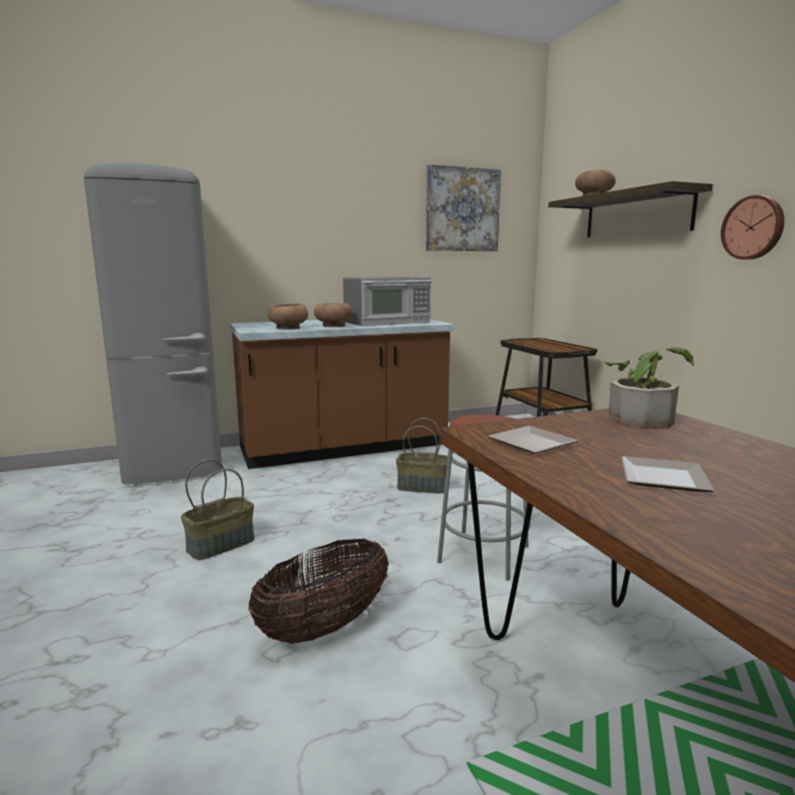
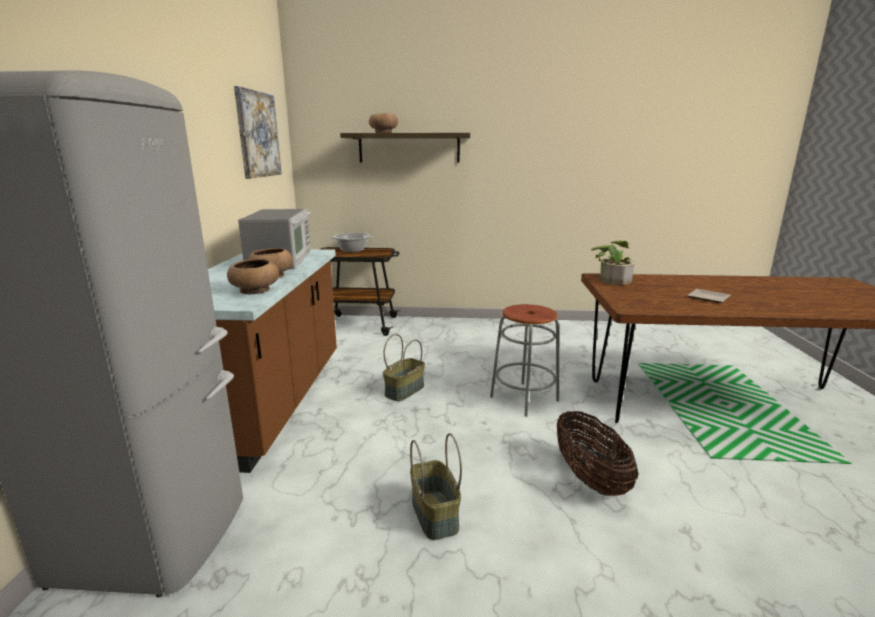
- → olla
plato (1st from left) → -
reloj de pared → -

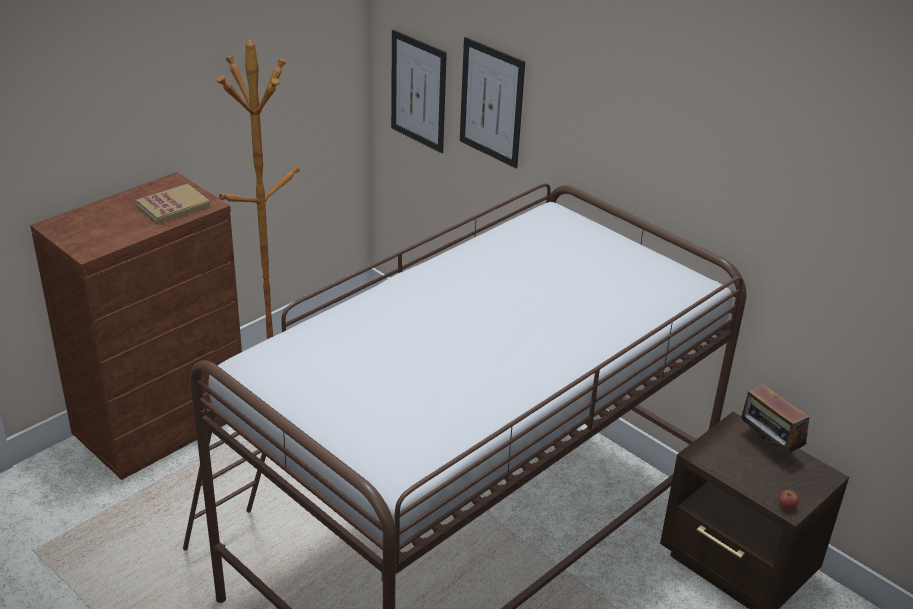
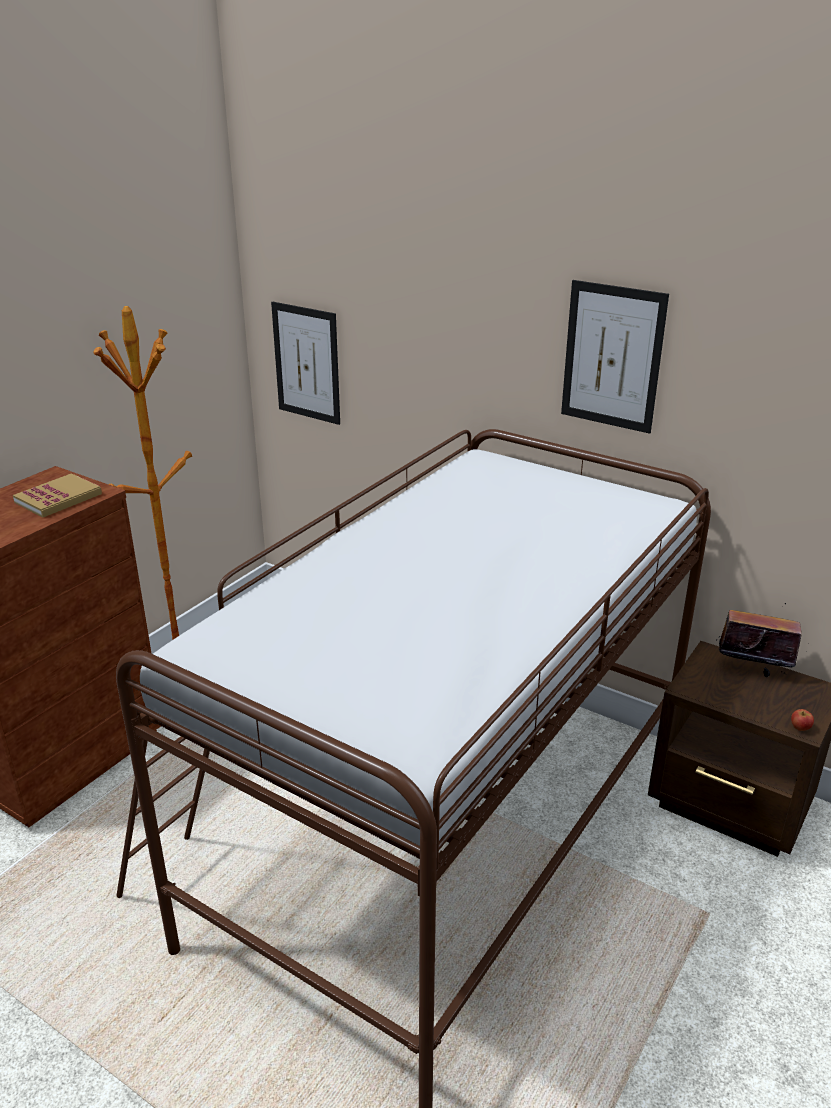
cuadro (2nd from left), move
radio, 150 degrees clockwise

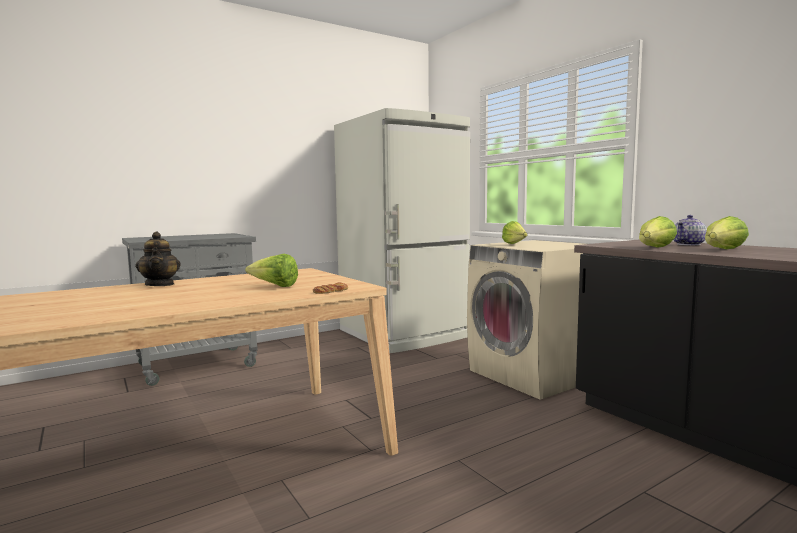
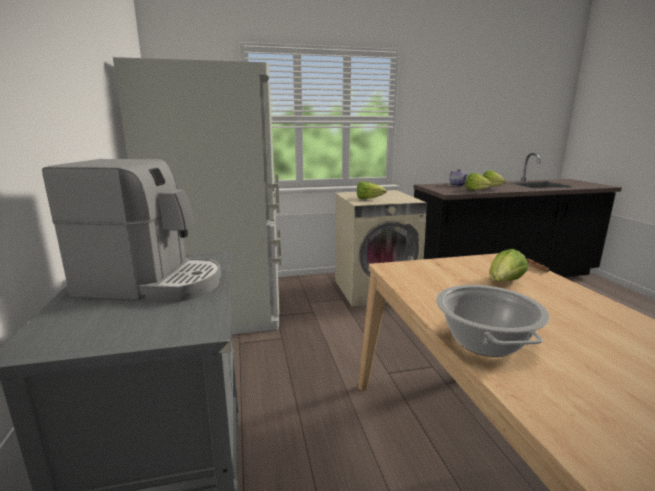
- → cafetera
tetera (1st from left) → olla

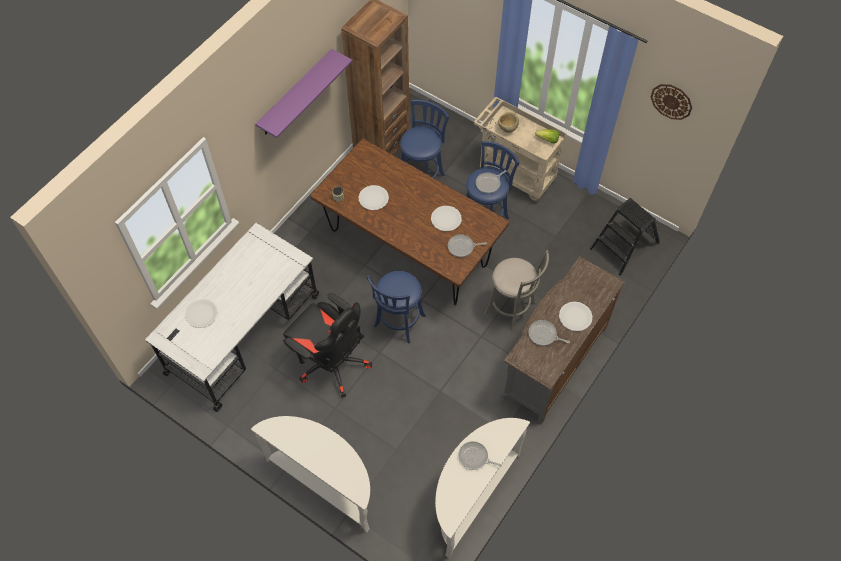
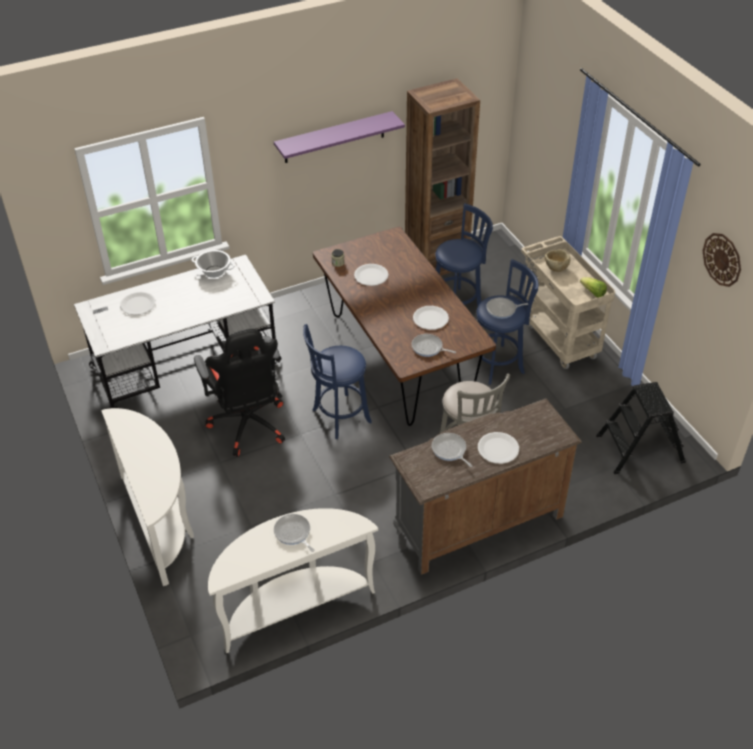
- → olla

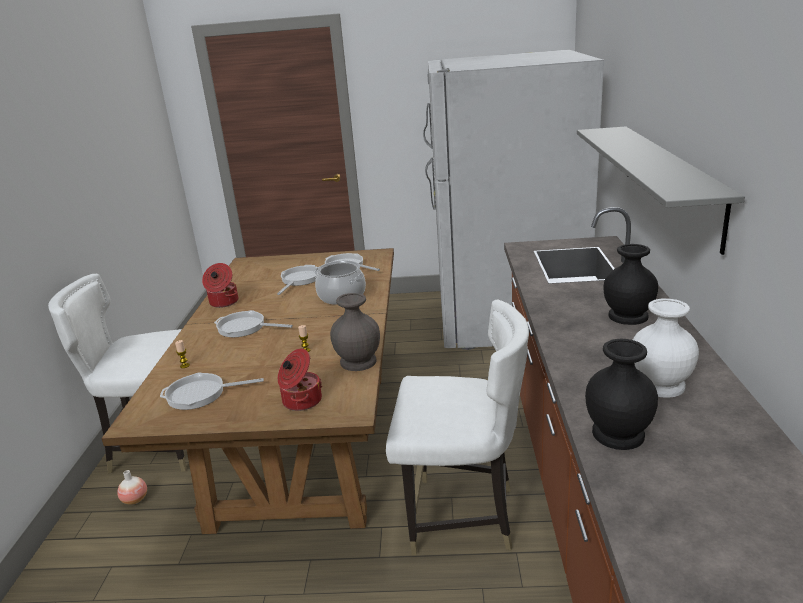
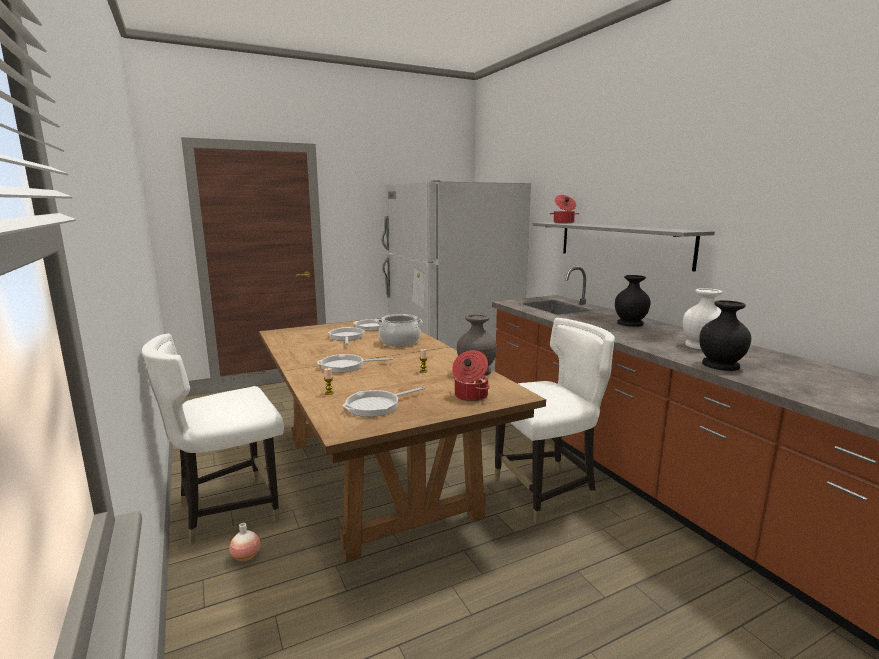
olla (1st from left in the first image) → olla (3rd from left), move

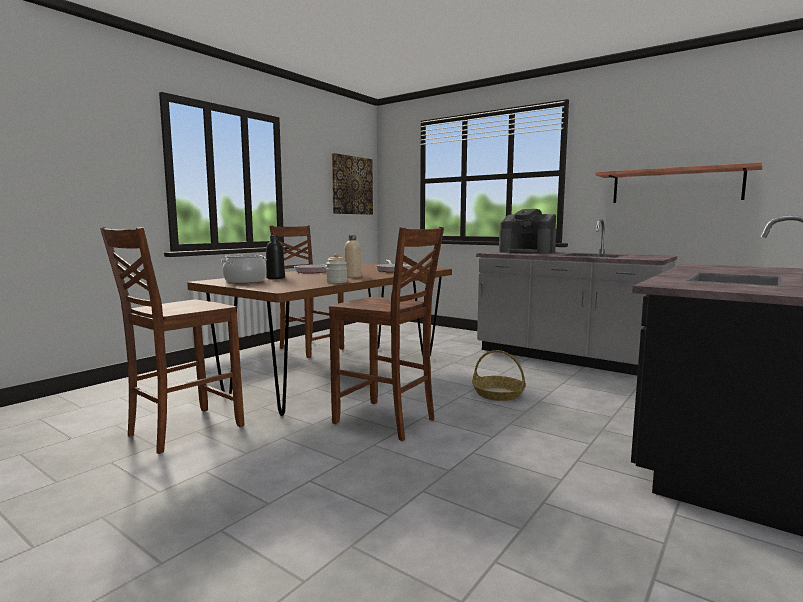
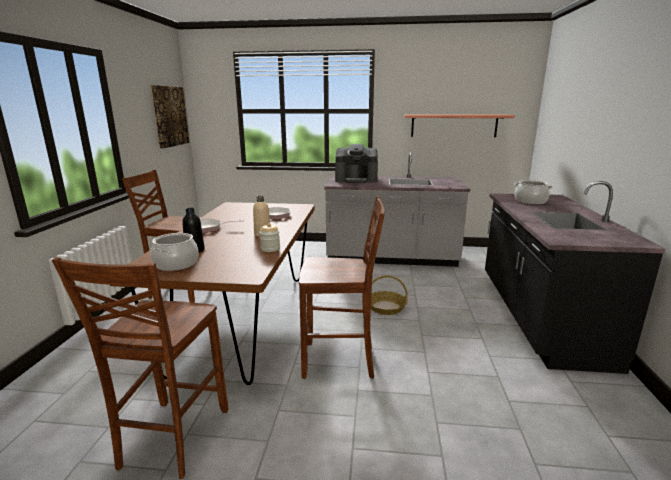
- → olla (2nd from left)

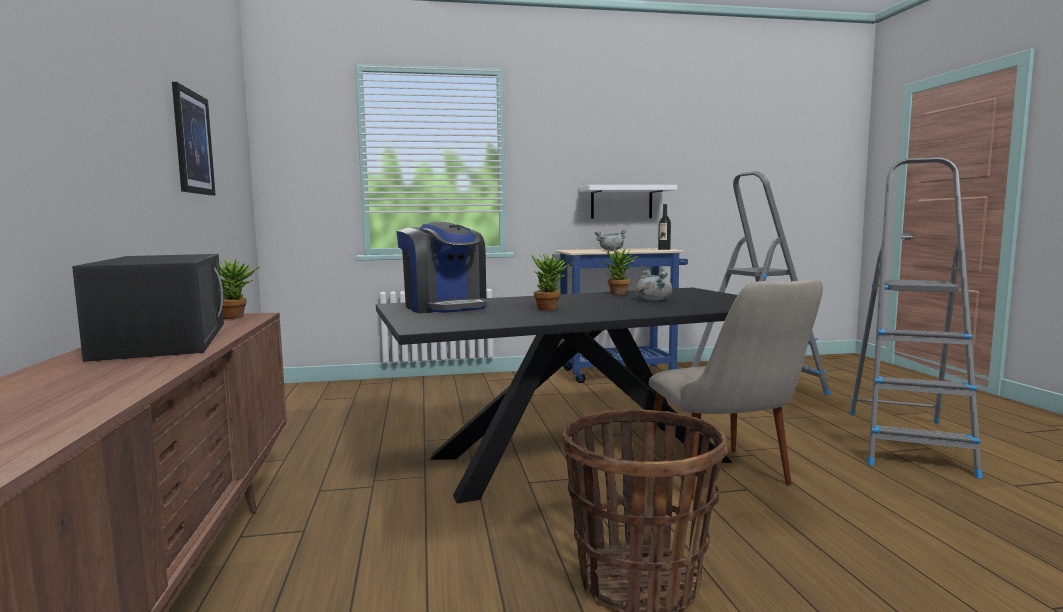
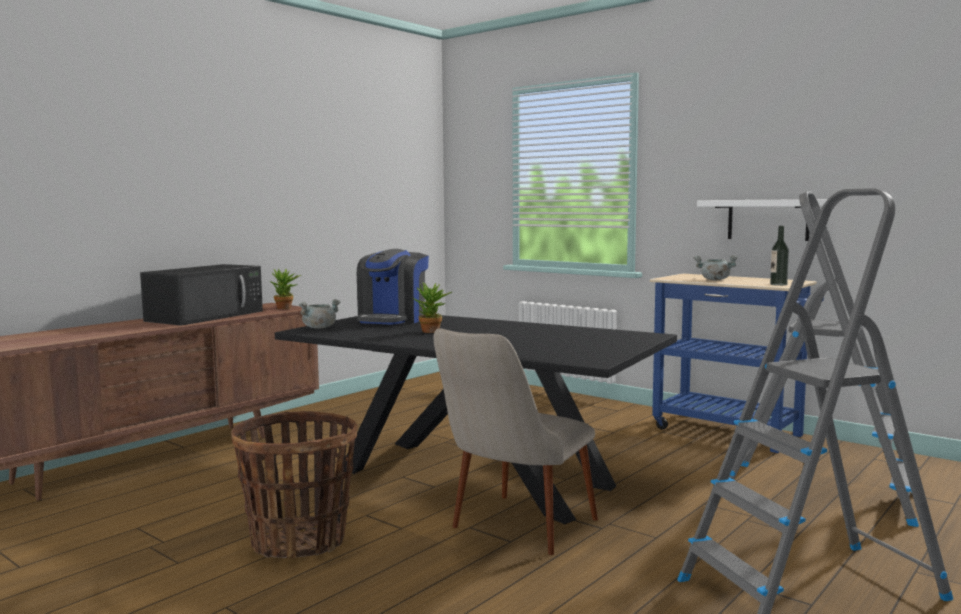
olla [gris] (2nd from left in the first image) → olla [gris] (1st from left), move
cuadro → -
planta en maceta (3rd from left) → -

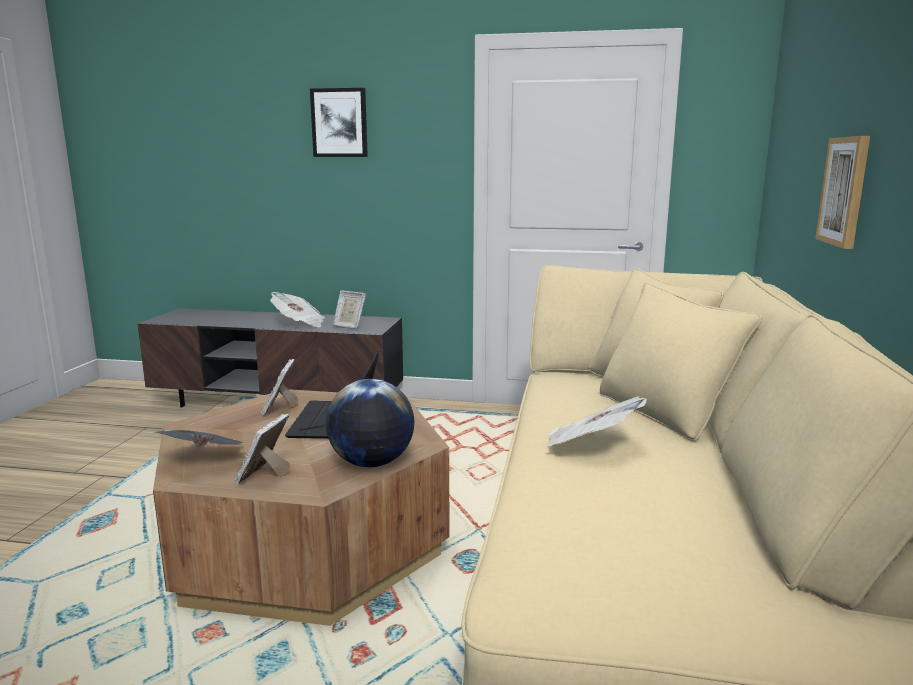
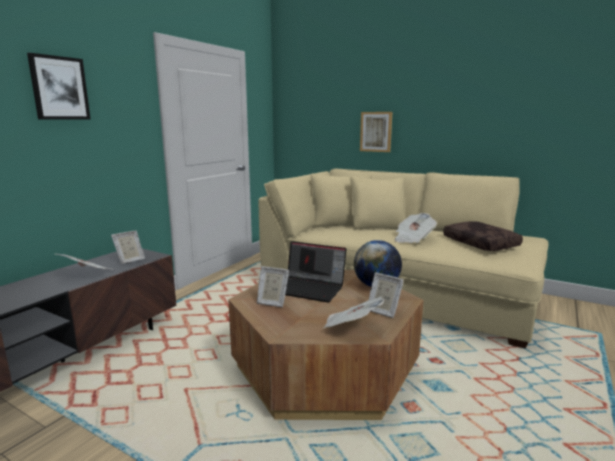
- → cojín [marrón]

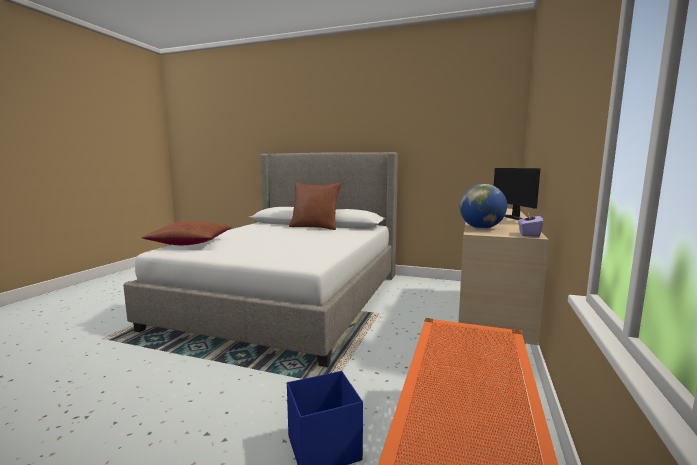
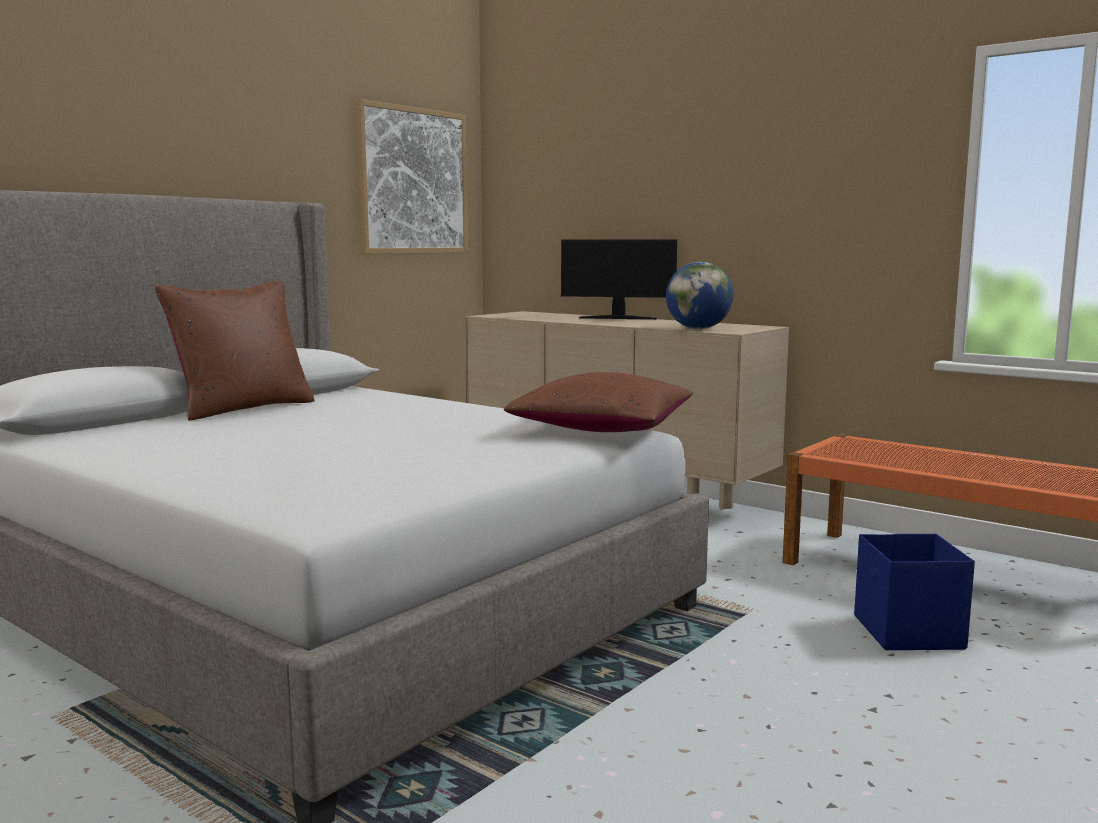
- → cuadro
cojín [marrón] (1st from left in the first image) → cojín [marrón] (2nd from left), move
caja de pañuelos [morado] → -

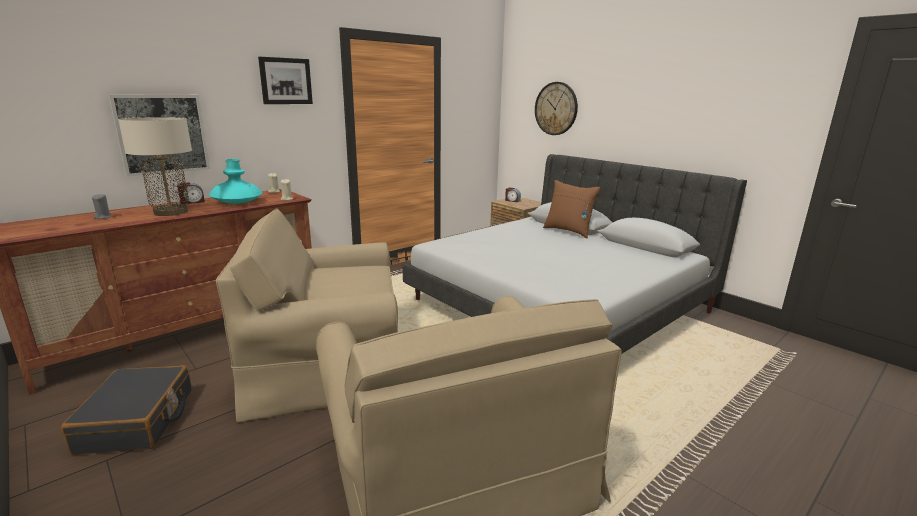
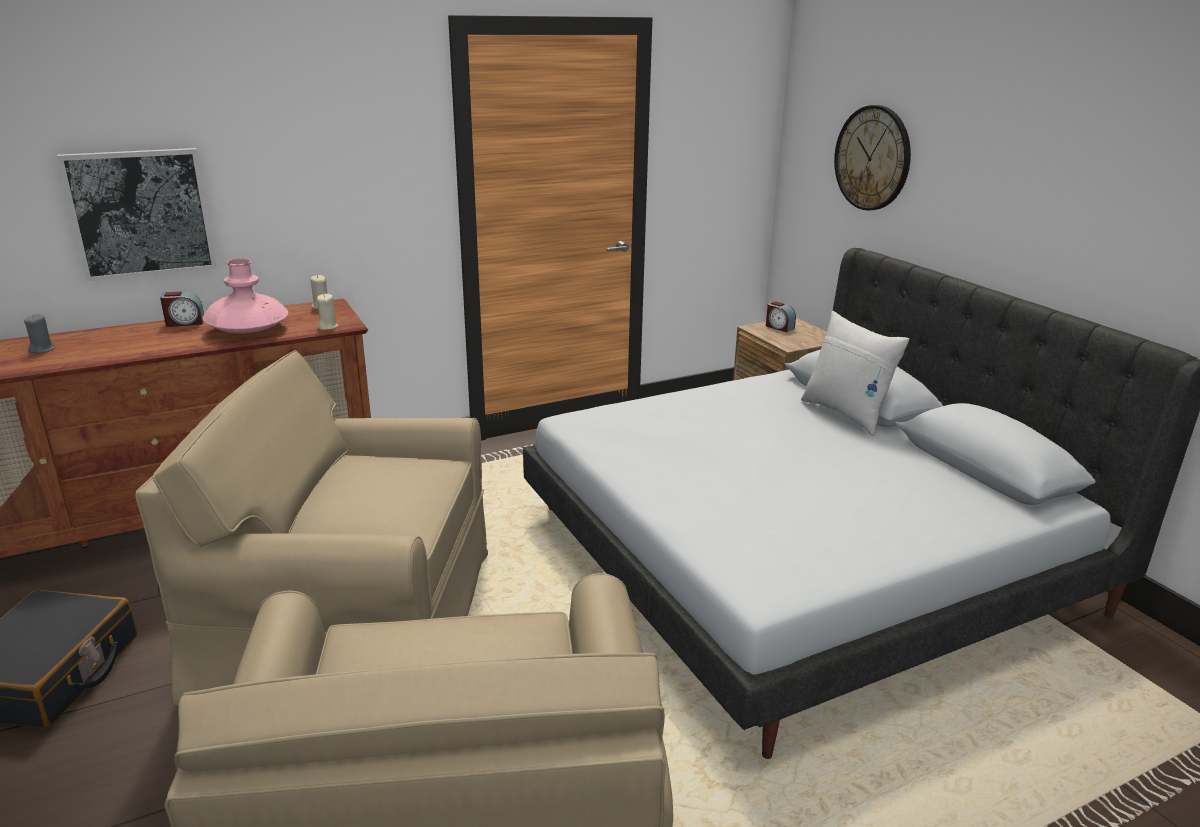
florero [turquesa] → florero [rosa]
cojín [marrón] → cojín [gris]
lámpara de mesa → -
cuadro (2nd from left) → -

